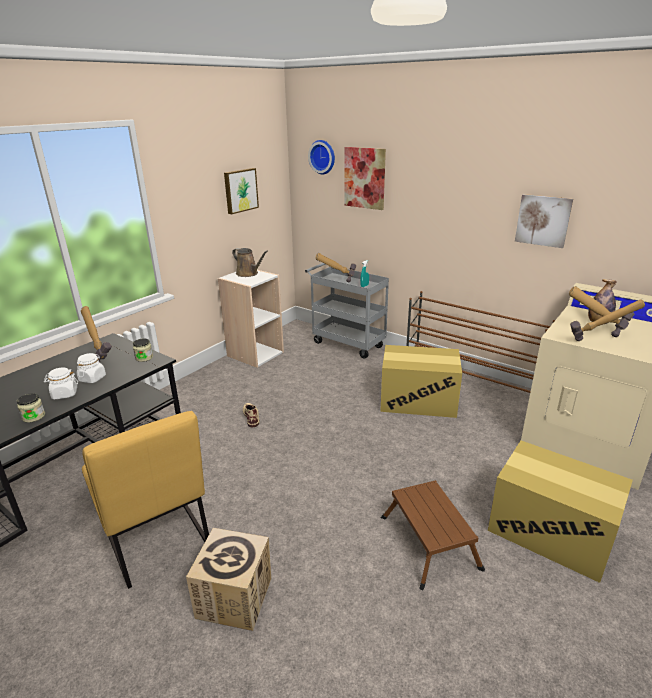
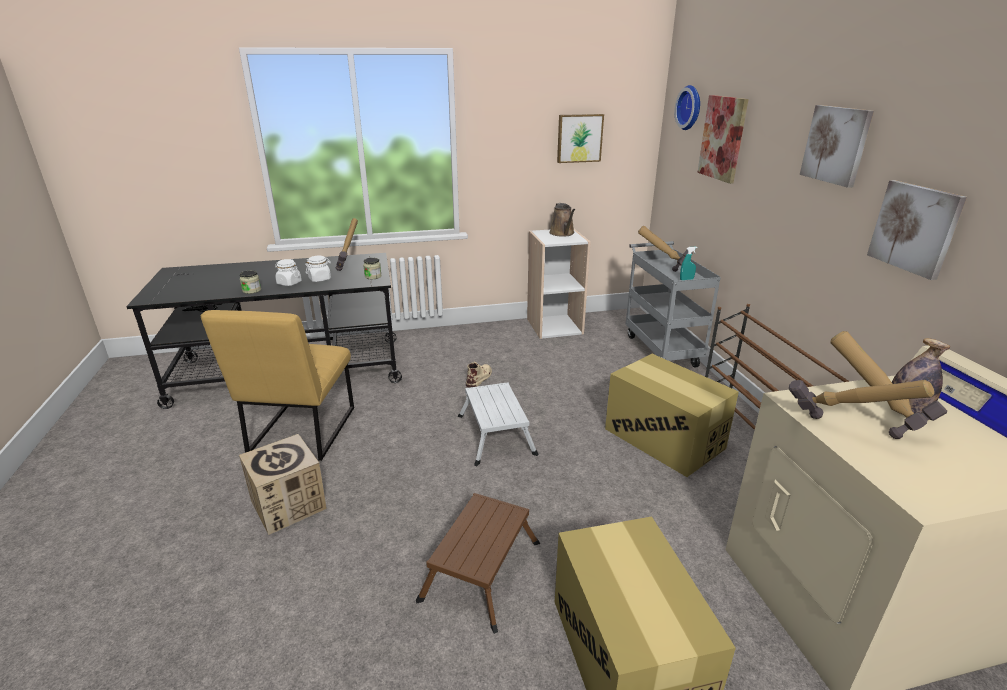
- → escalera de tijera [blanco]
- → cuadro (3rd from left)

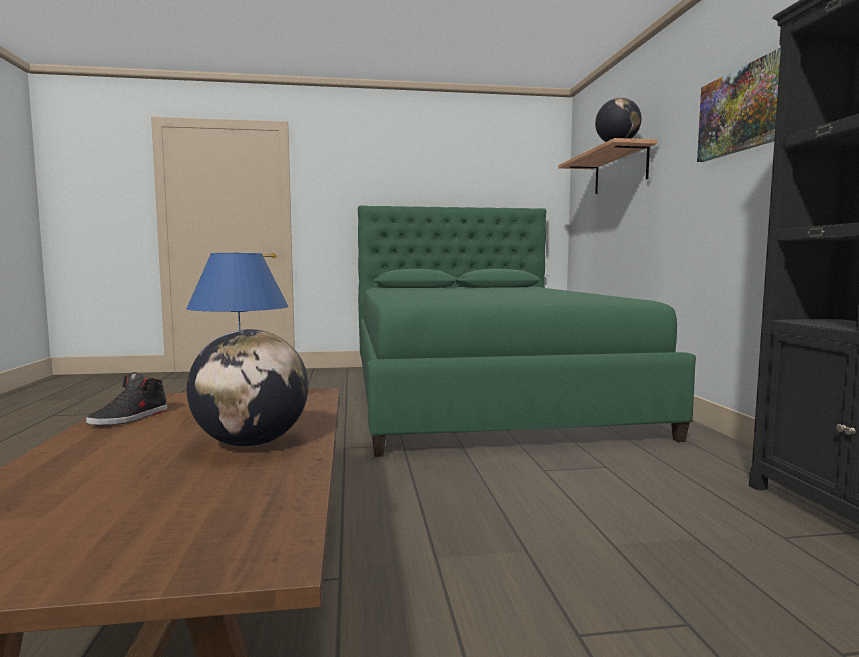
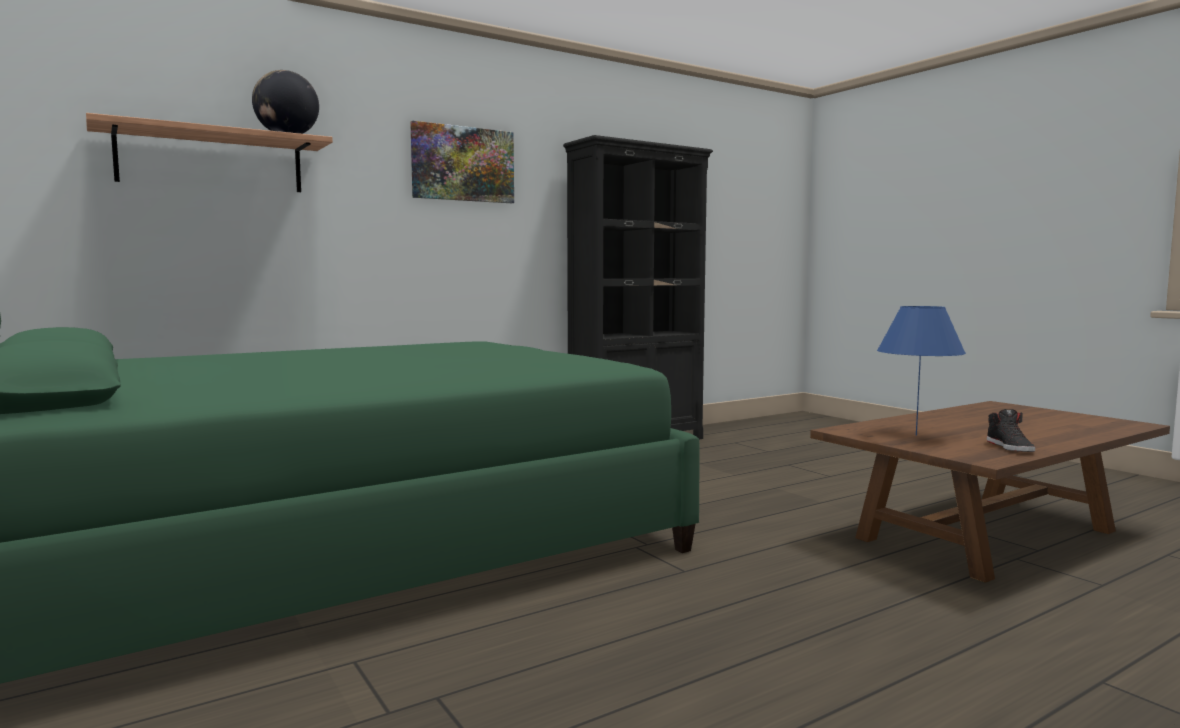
zapato [negro], 90 degrees clockwise
globo terráqueo (1st from left) → -

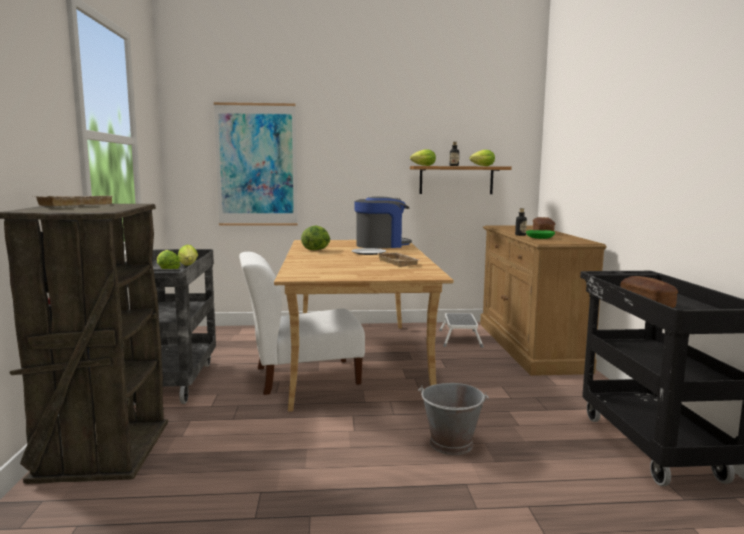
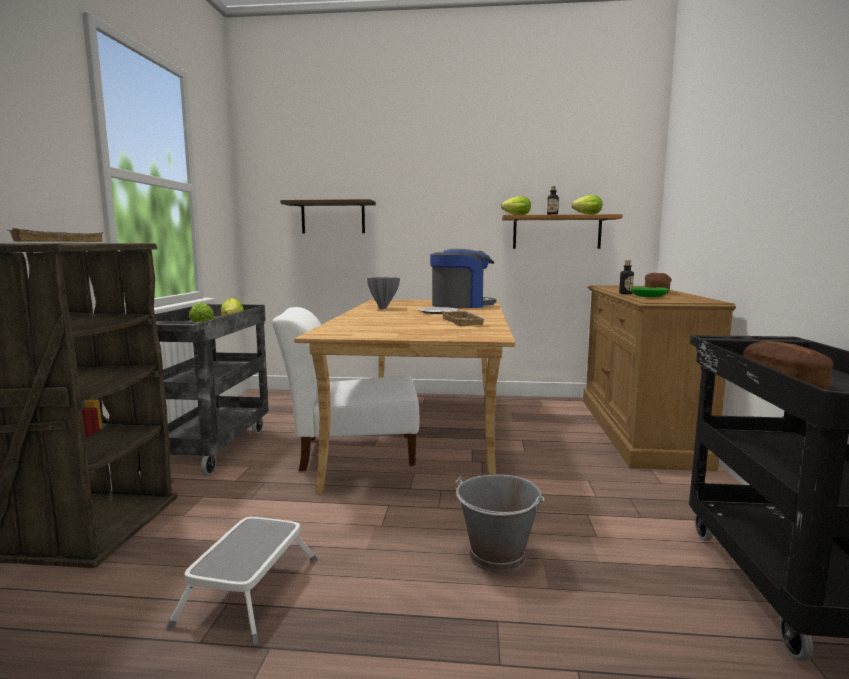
escalera de tijera [gris], move
cuadro → estante (1st from left)
lechuga (3rd from left) → florero [gris]

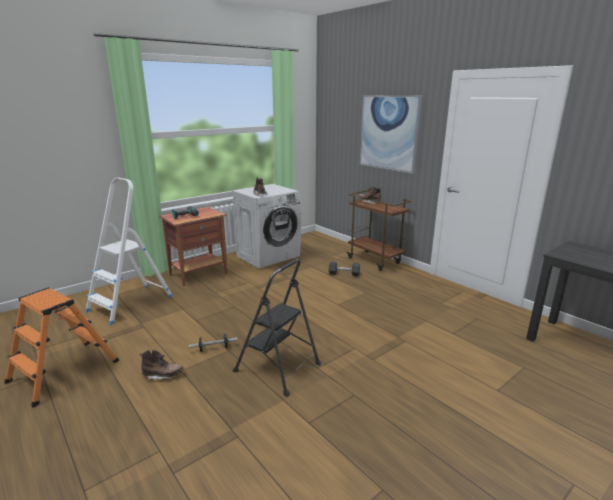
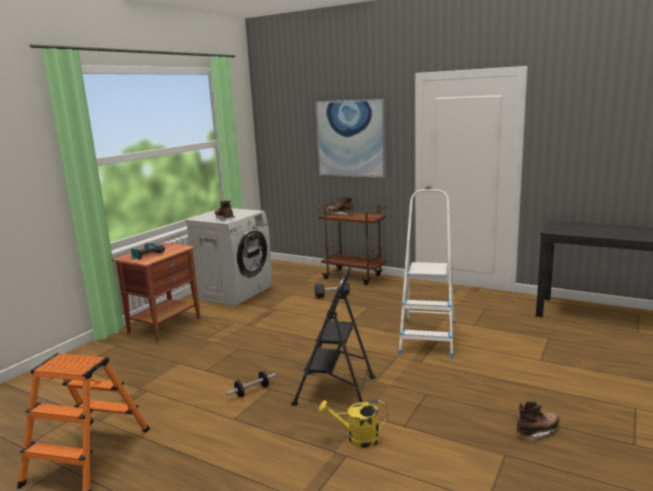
- → regadera [amarillo]
escalera de tijera [blanco], move
bota [marrón] (1st from left in the first image) → bota [marrón] (3rd from left), move

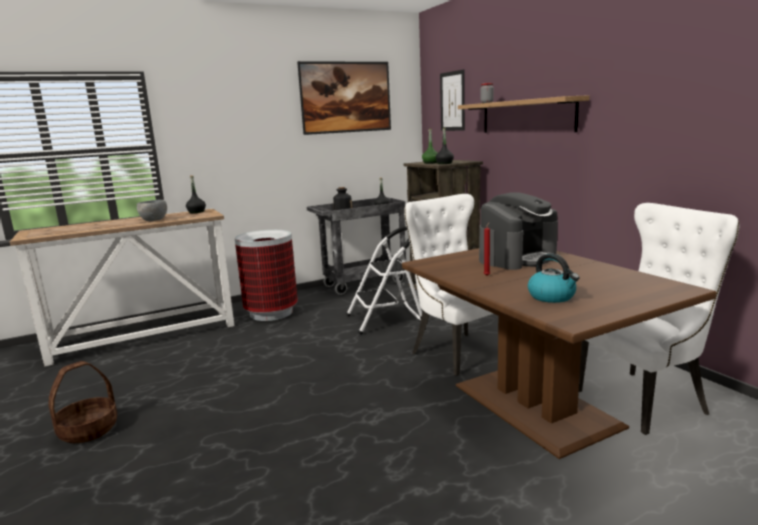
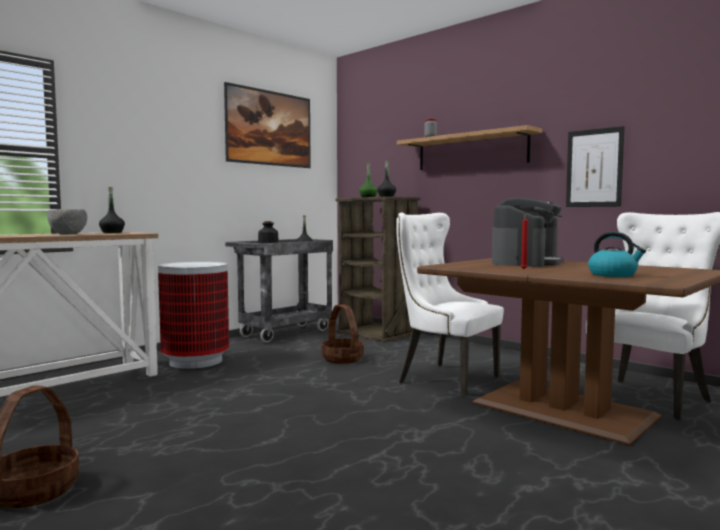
escalera de tijera → cesta (2nd from left)
cuadro (2nd from left), move

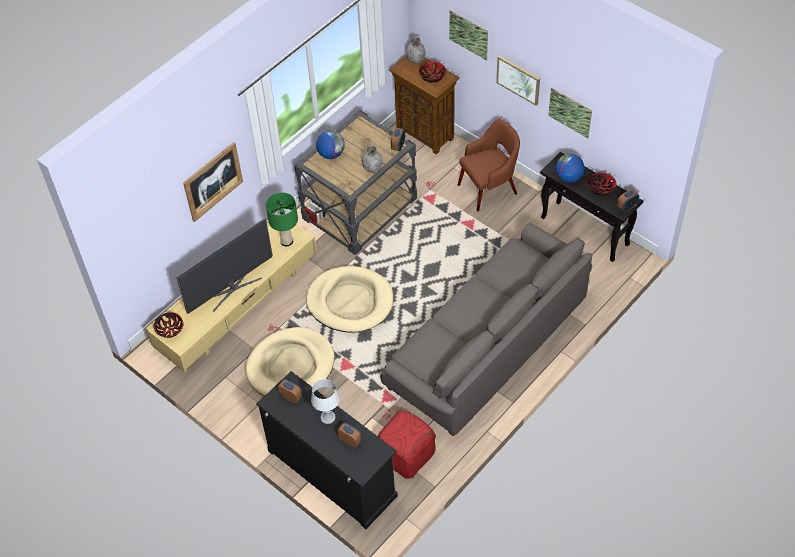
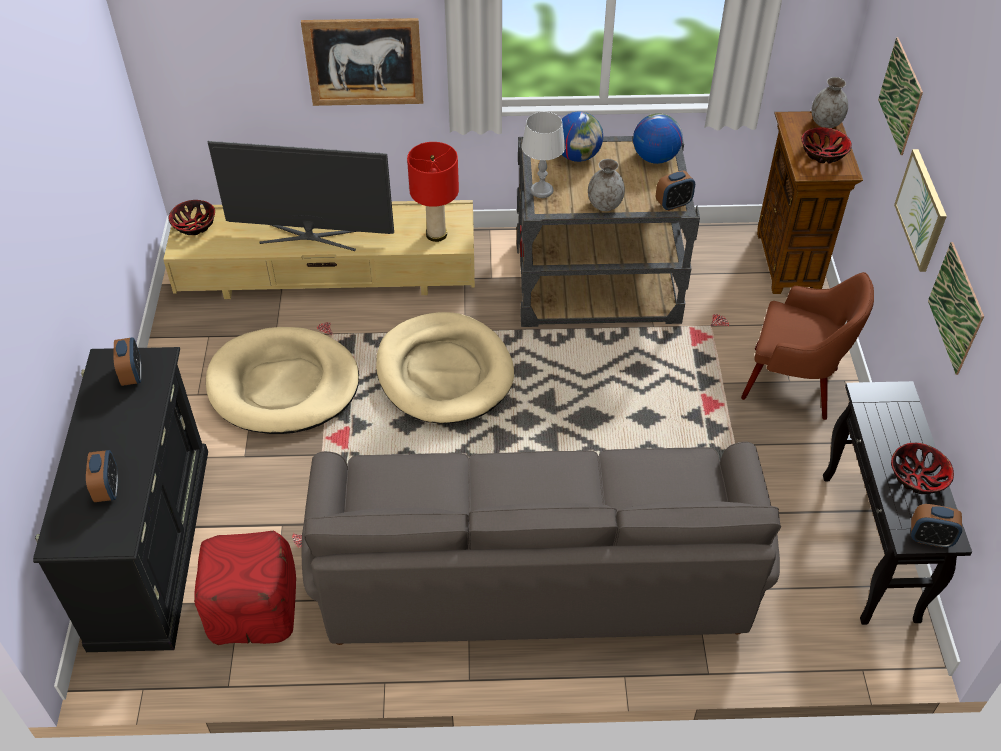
lámpara de mesa [verde] → lámpara de mesa [rojo]
lámpara de mesa [gris], move
globo terráqueo (2nd from left), move

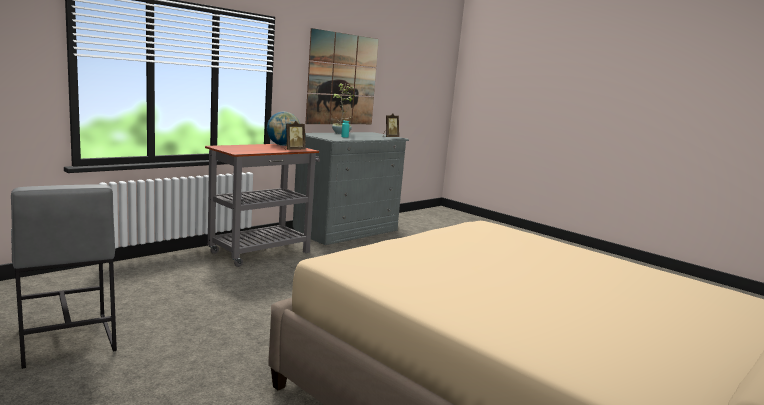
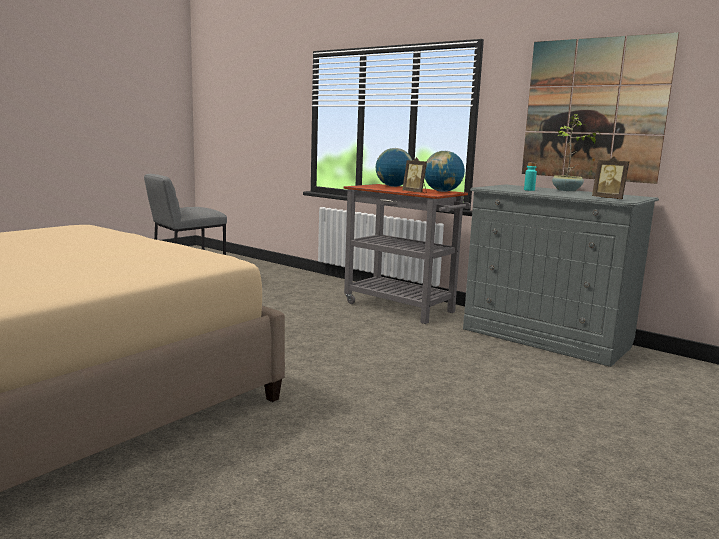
- → globo terráqueo (1st from left)

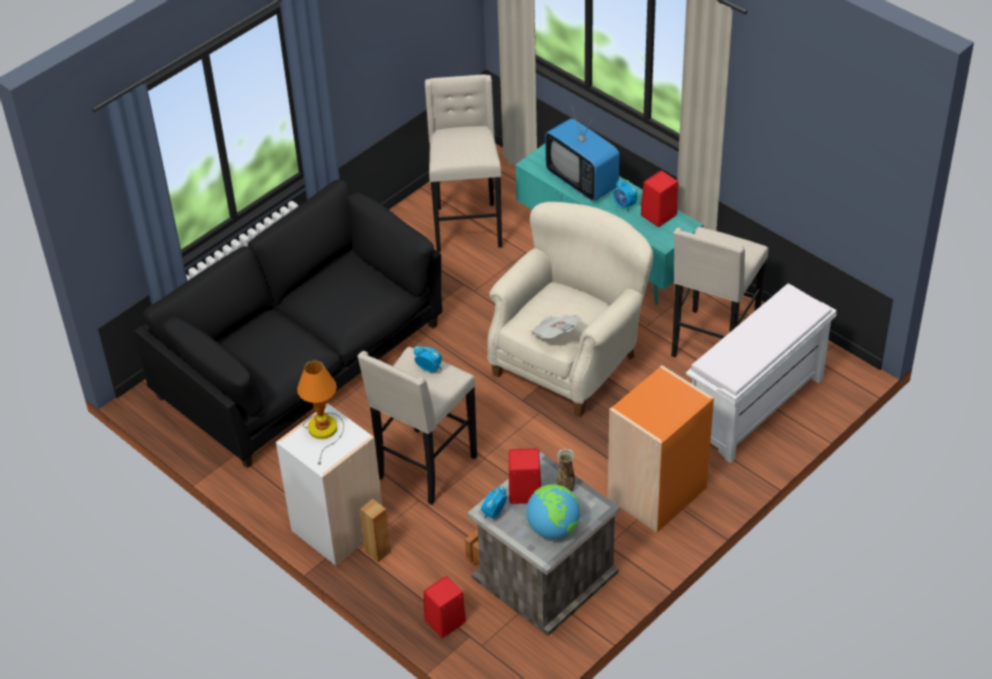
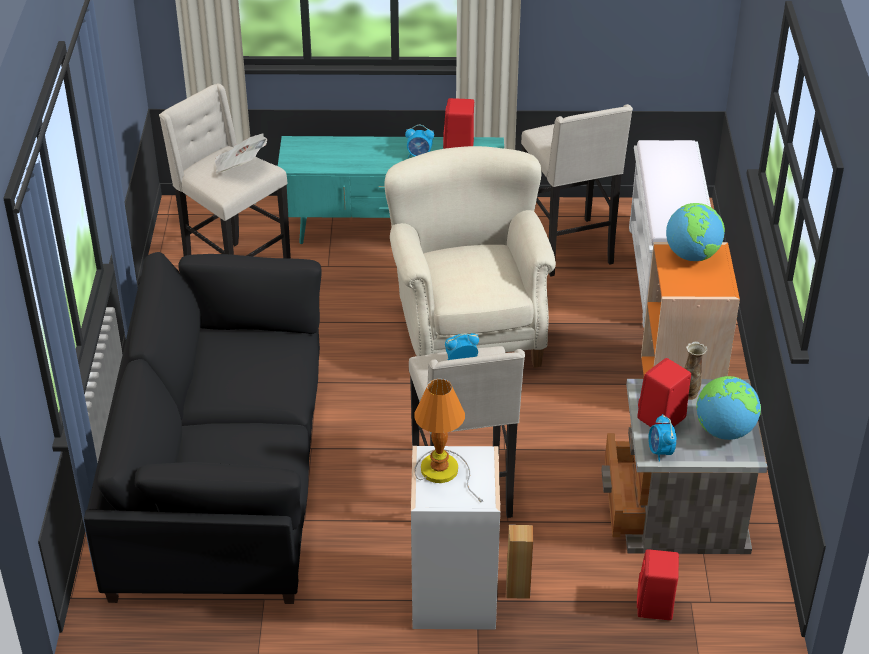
periódico, move
- → globo terráqueo (1st from left)
televisor → -

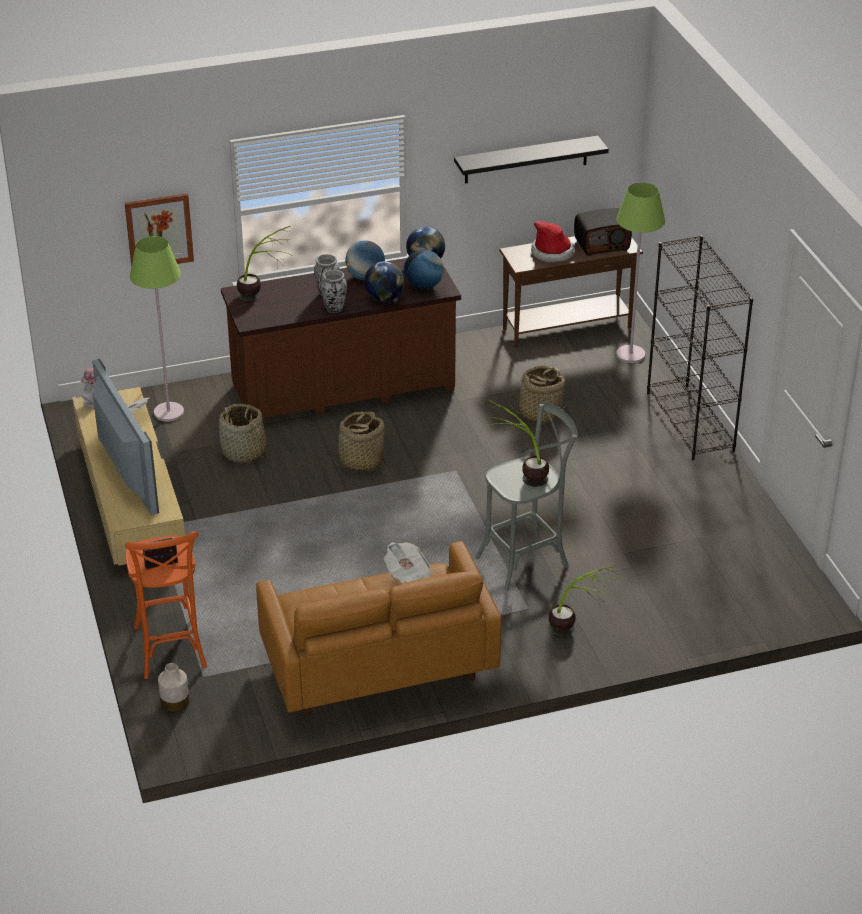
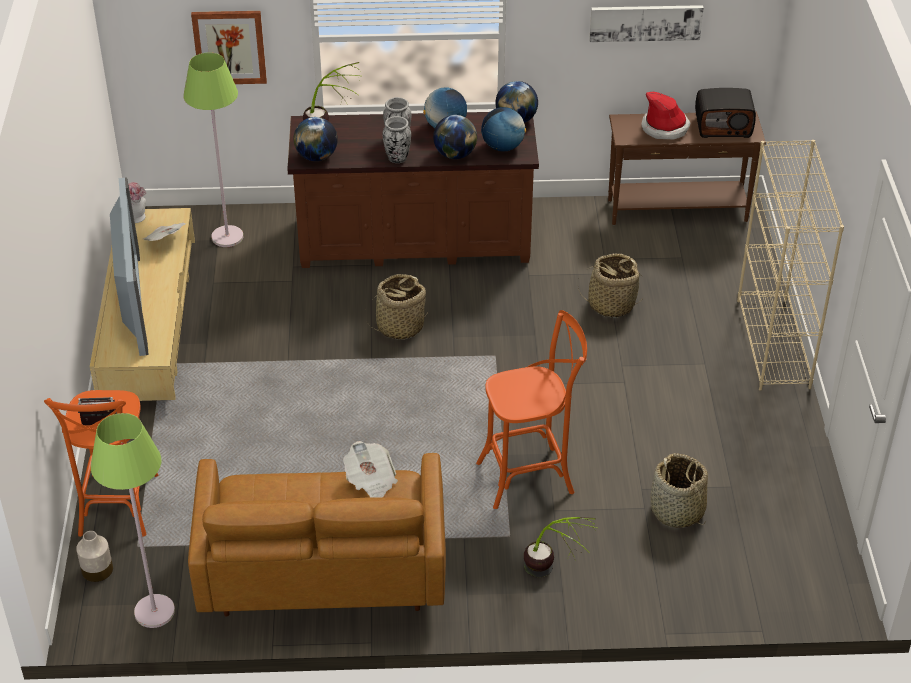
lámpara de pie [verde] (2nd from left in the first image) → lámpara de pie [verde] (1st from left), move
- → globo terráqueo (1st from left)
taburete [gris] → taburete [naranja] (2nd from left)
estante [negro] → cuadro (2nd from left)
cesta (1st from left in the first image) → cesta (3rd from left), move
estantería [negro] → estantería [beis]
planta en maceta (2nd from left) → -

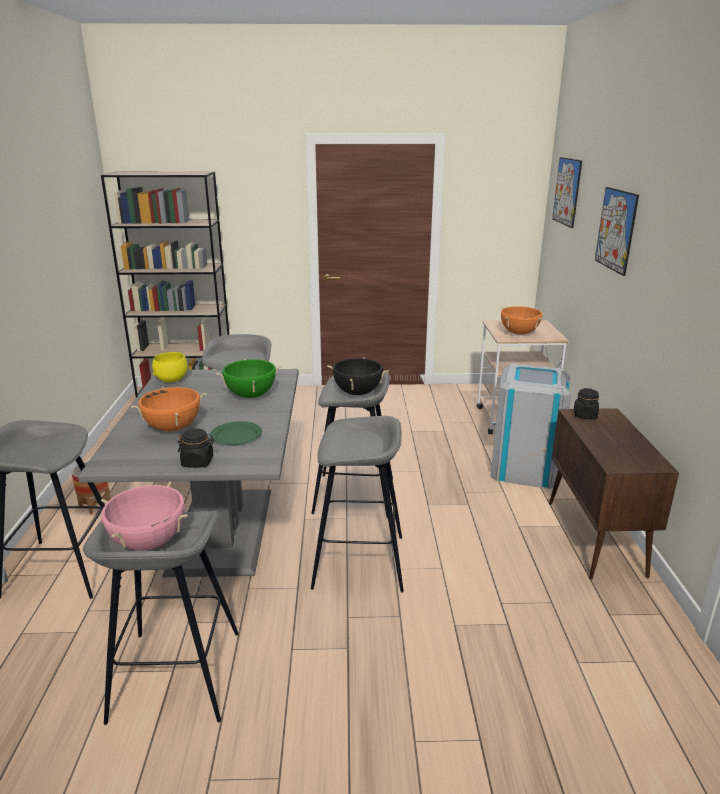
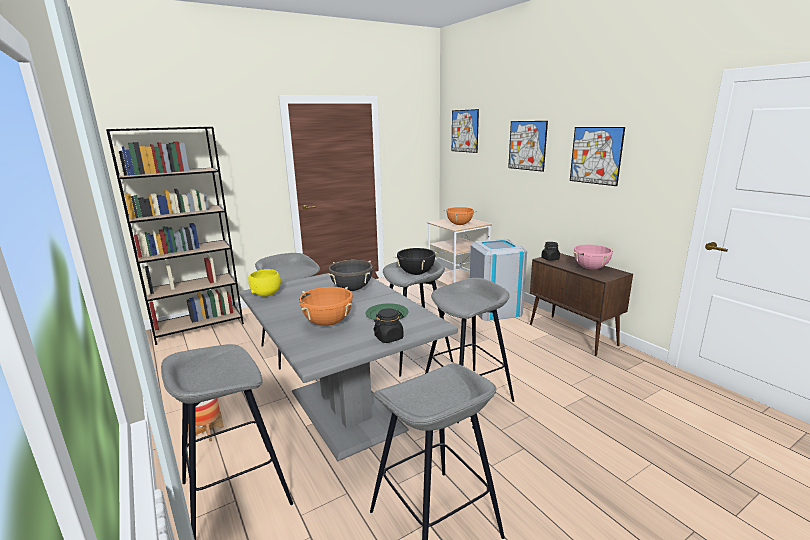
olla [verde] → olla [negro] (1st from left)
- → cuadro (3rd from left)
olla [rosa], move

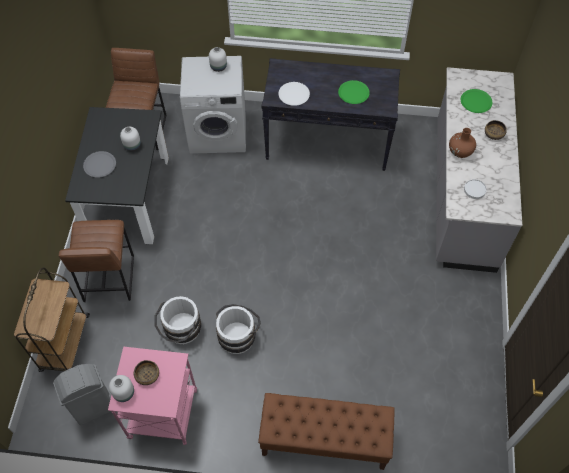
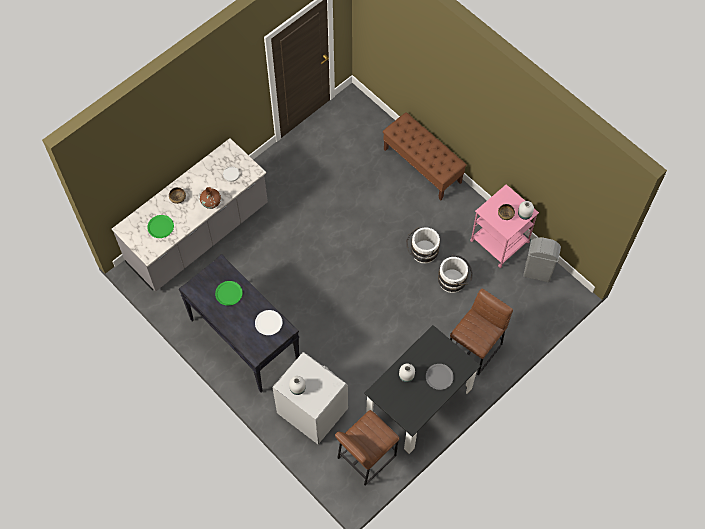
carrito [marrón] → -

